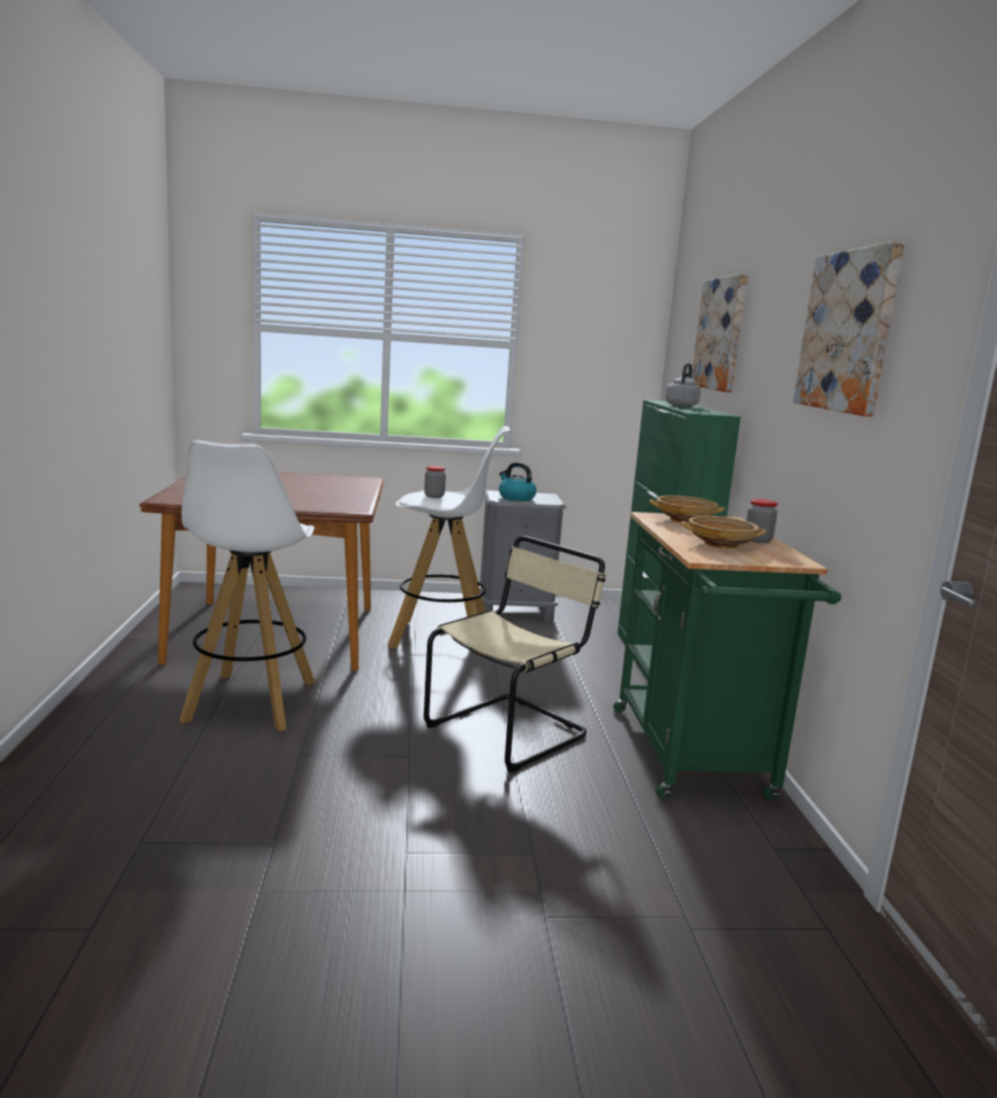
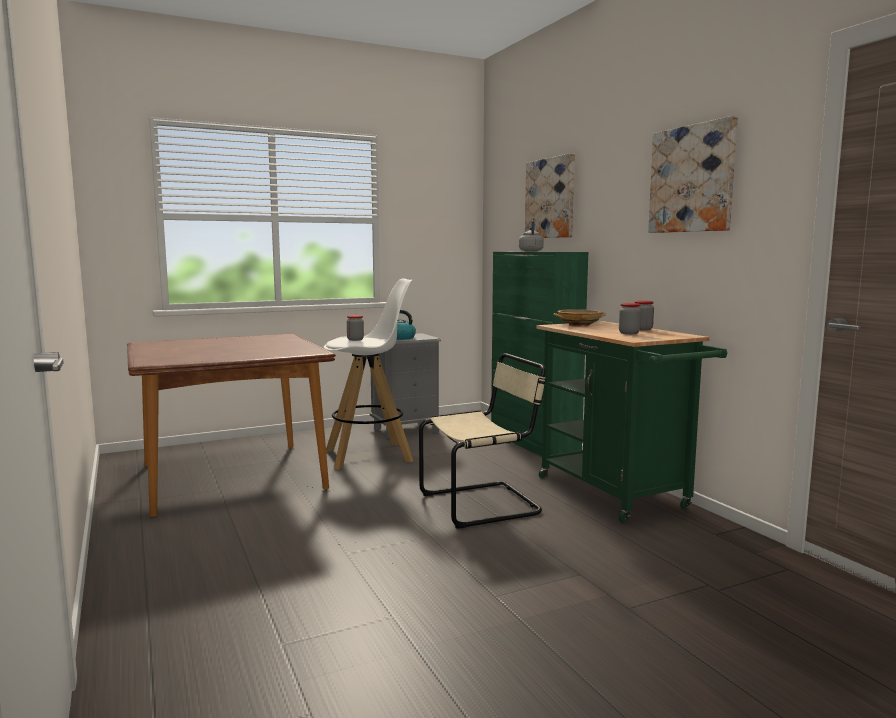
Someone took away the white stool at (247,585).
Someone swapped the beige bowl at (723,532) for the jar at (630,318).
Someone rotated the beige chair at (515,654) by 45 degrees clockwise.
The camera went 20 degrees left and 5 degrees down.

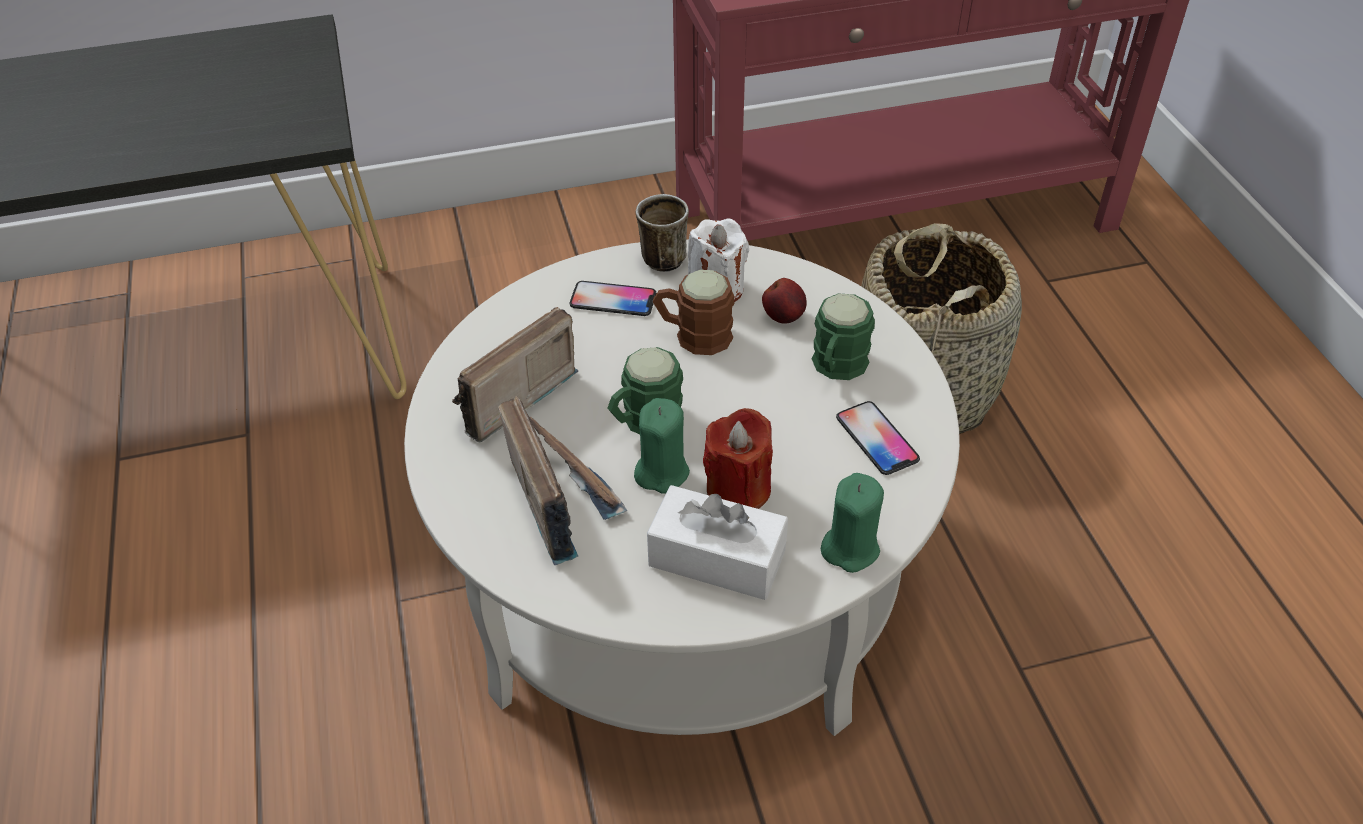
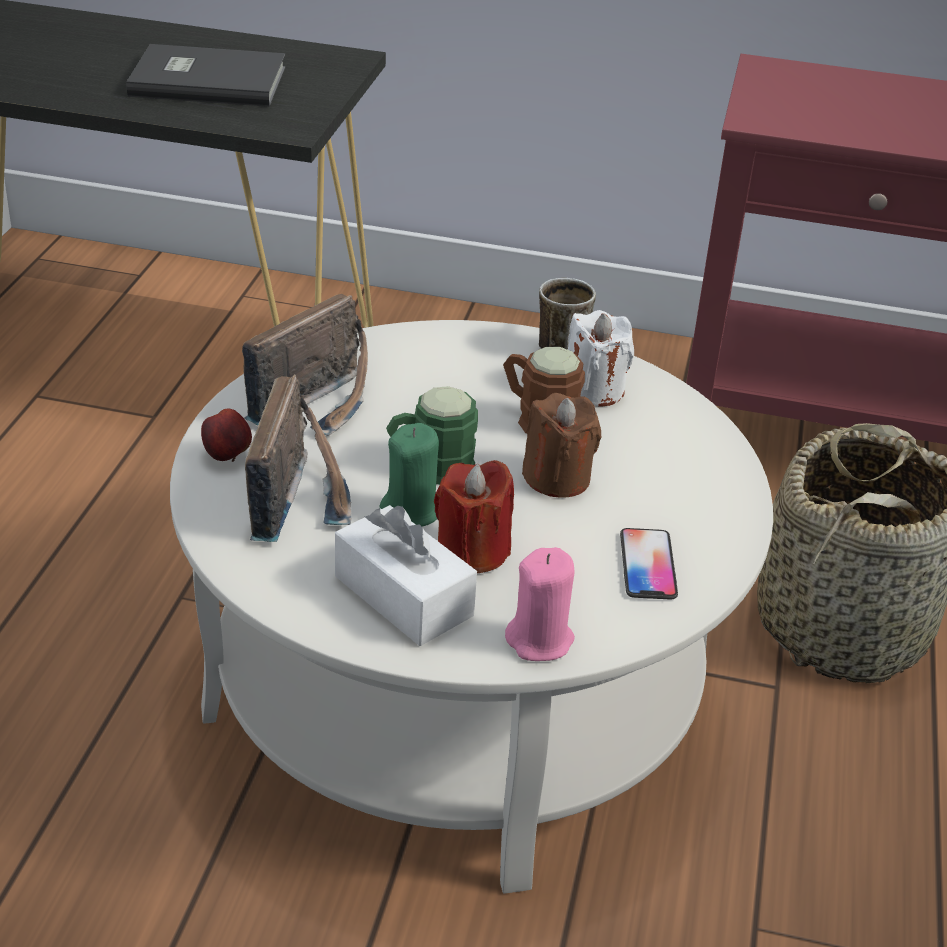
Someone took away the phone at (613,298).
Someone took away the green mug at (843,336).
Someone put down the grey book at (206,75).
Someone put down the brown candle at (561,445).
Someone carried the apple from (784,300) to (226,435).
Someone repainted the green candle at (852,523), which became the pink candle at (540,604).
Someone rotated the radio at (515,374) by 150 degrees clockwise.
The camera went 25 degrees right and 10 degrees down.

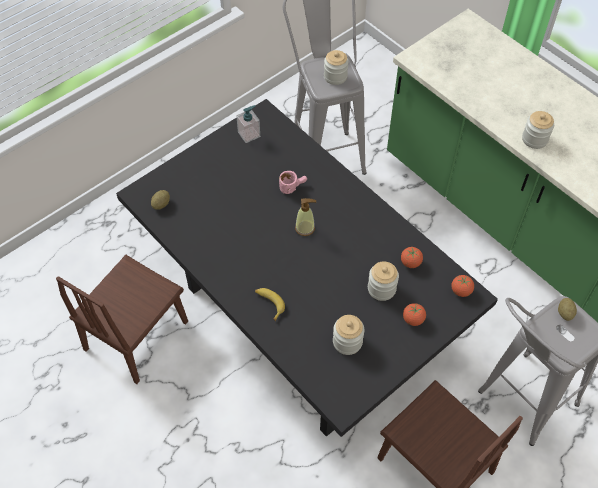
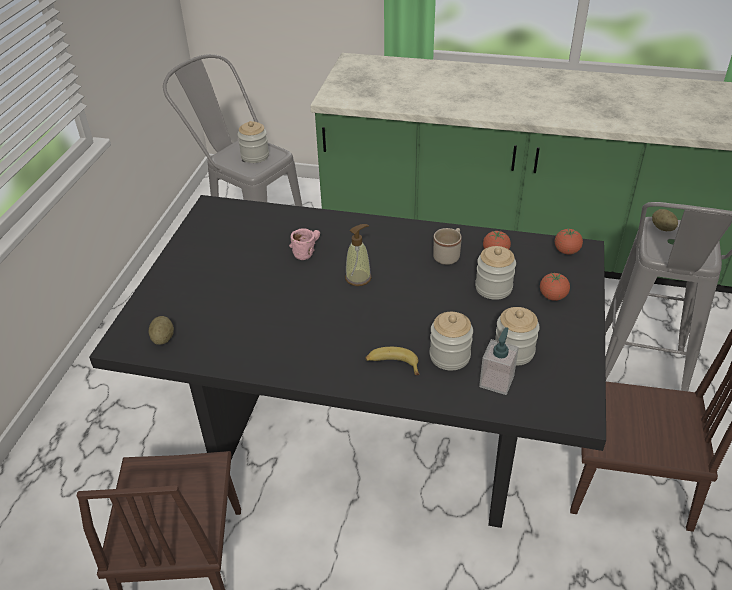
Someone put down the beige mug at (447,246).
Someone carried the soap dispenser from (248,124) to (499,361).
Someone carried the jar from (538,130) to (451,341).
The camera went 35 degrees left and 15 degrees down.

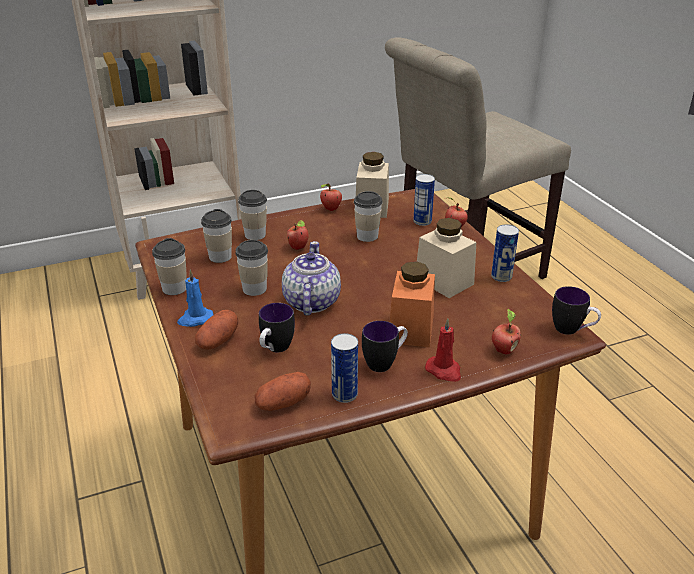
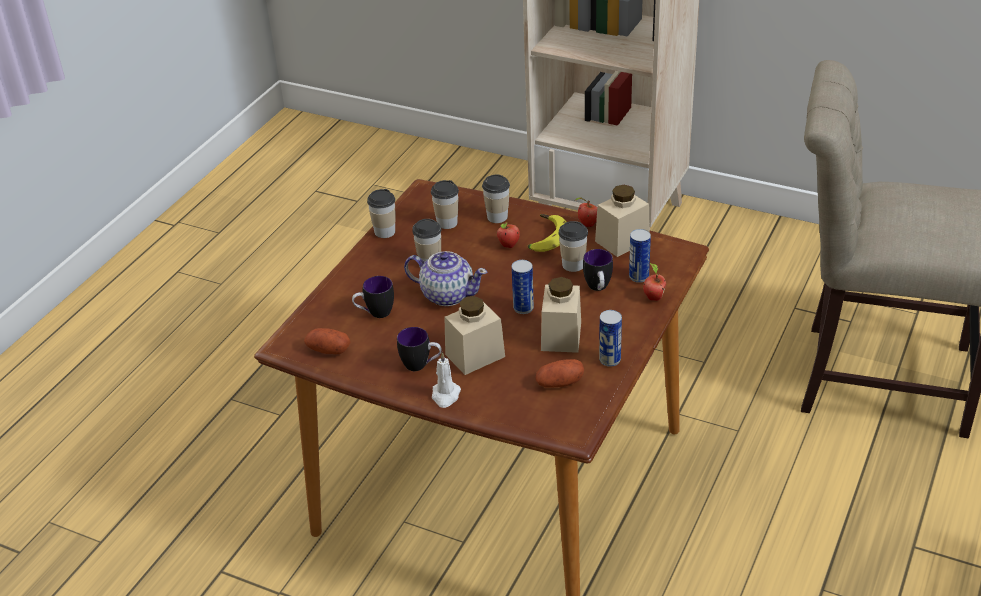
Someone took away the blue candle at (195,298).
Someone took away the apple at (506,332).
Someone put down the banana at (547,233).
Someone carried the potato from (216,330) to (559,373).
Someone carried the can from (344,368) to (523,287).
Someone carried the mug from (576,310) to (598,270).
Someone repainted the orange jar at (412,304), which became the beige jar at (474,335).
Someone repainted the red candle at (443,350), which became the white candle at (446,380).
Someone rotated the teapot at (311,278) by 60 degrees clockwise.
The camera went 50 degrees right and 5 degrees up.

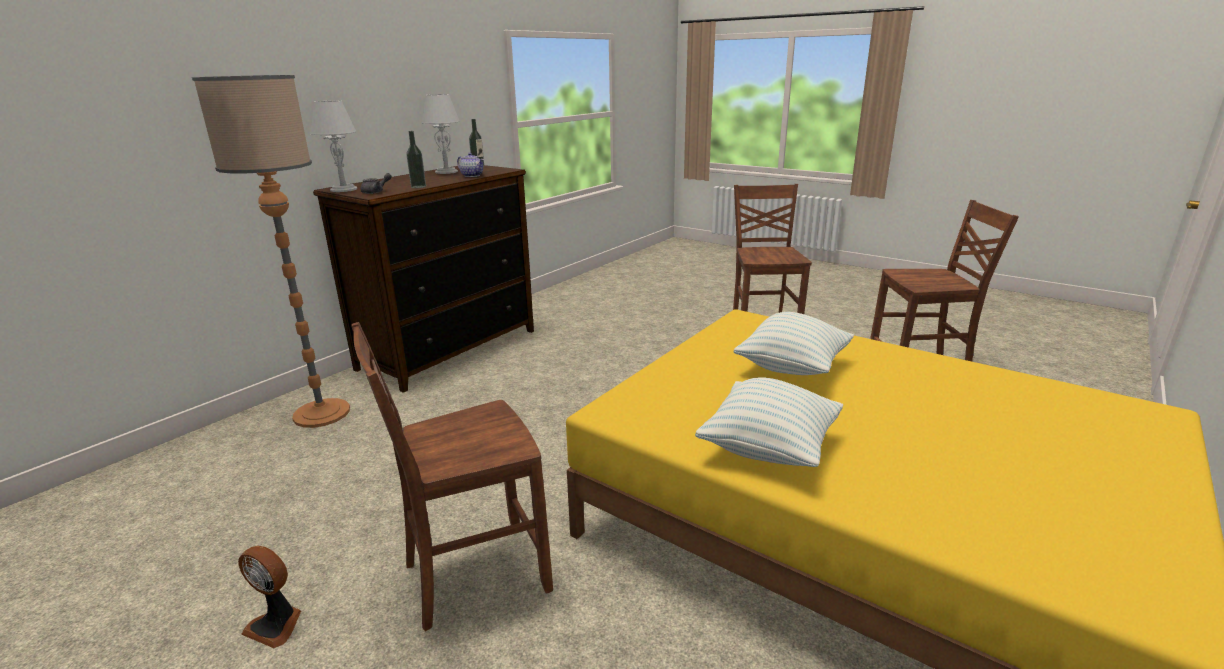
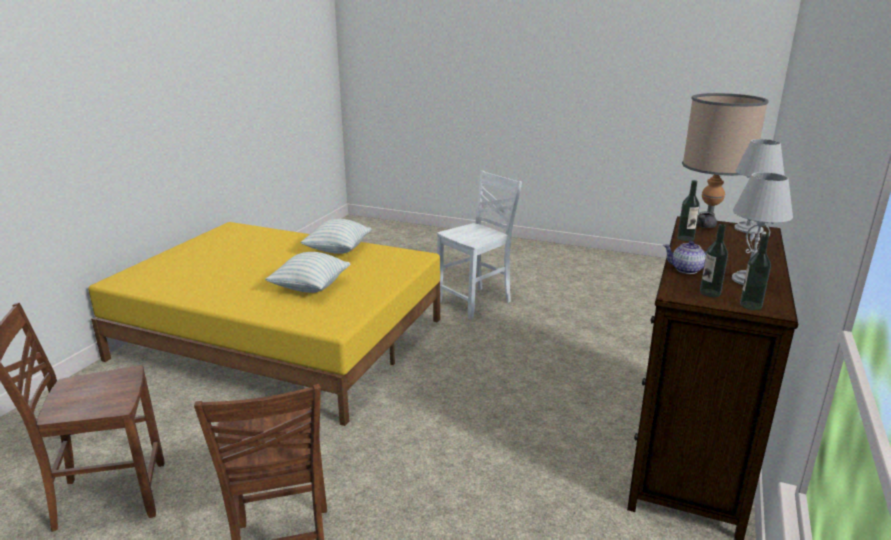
Someone took away the fan at (269,597).
Someone put down the bottle at (714,260).
Someone repainted the brown chair at (452,476), which became the white chair at (479,245).
The camera went 165 degrees right and 0 degrees up.

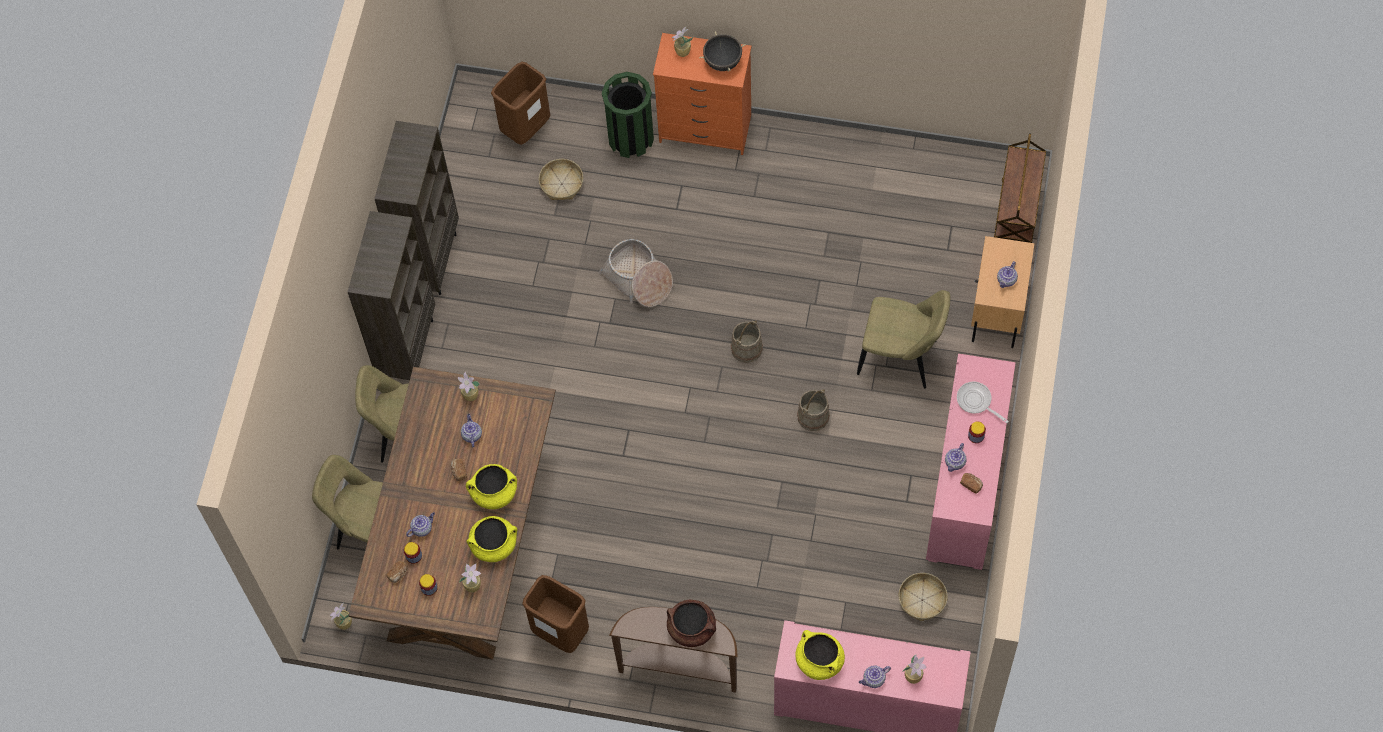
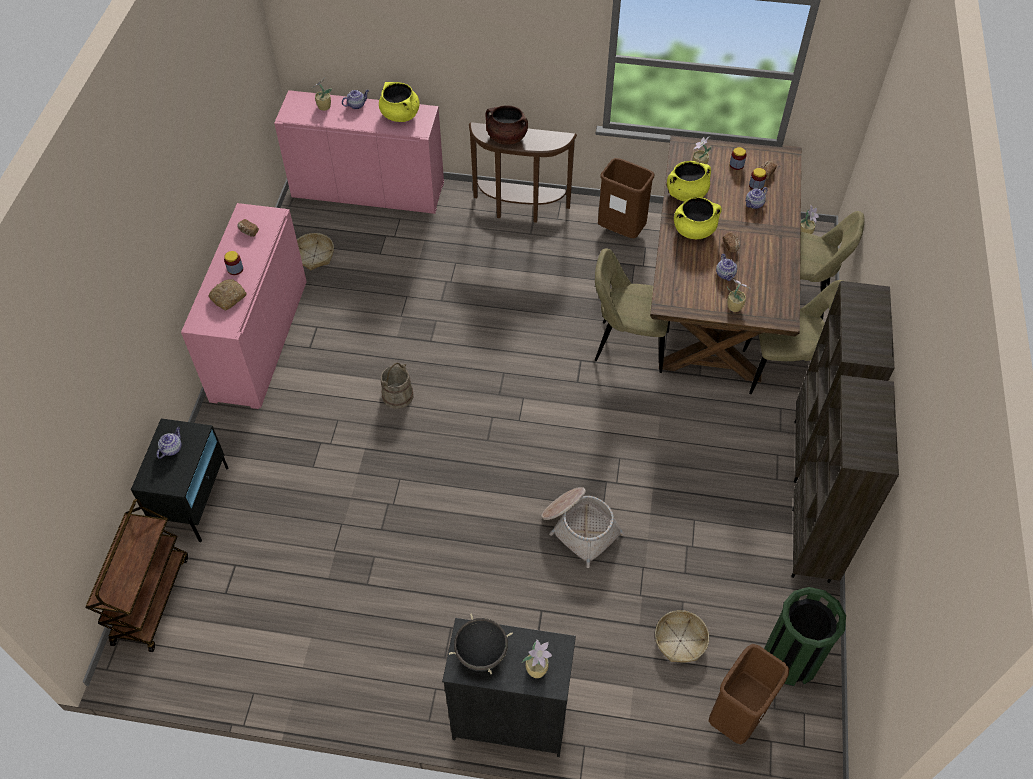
Someone took away the beige bucket at (747,341).
Someone took away the teapot at (956,457).
Someone carried the green trash can from (628,115) to (805,636).
Someone carried the beige chair from (903,339) to (632,310).
Someone swapped the frying pan at (983,402) for the bread at (227,295).
Someone repainted the orange dresser at (702,94), which became the black dresser at (509,687).
Someone repainted the beige nightstand at (1002,292), which became the black nightstand at (179,480).
The camera went 175 degrees right and 10 degrees down.

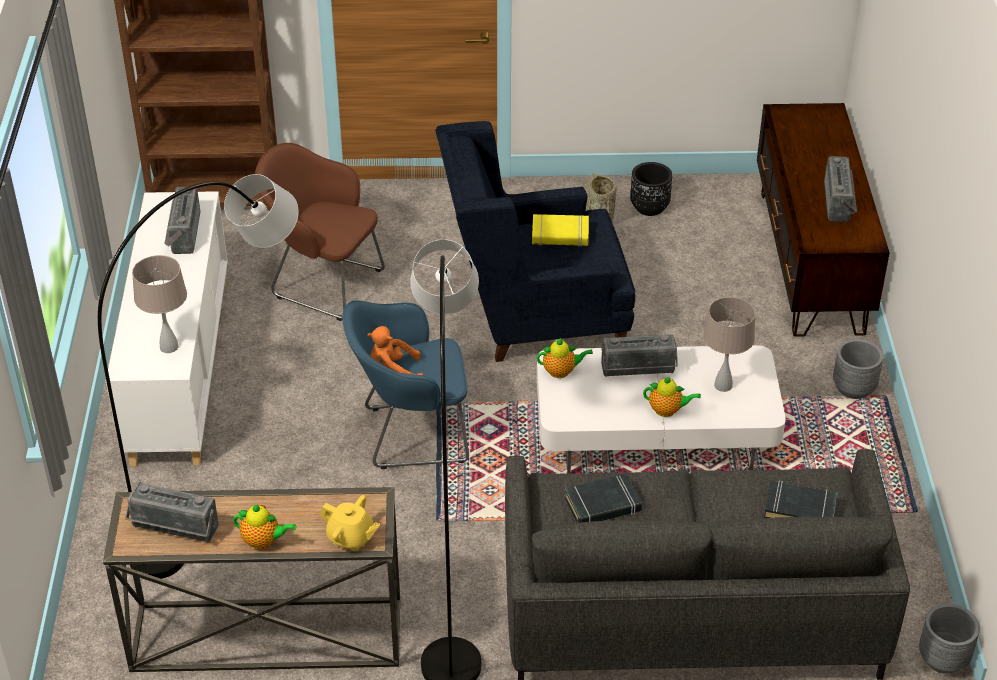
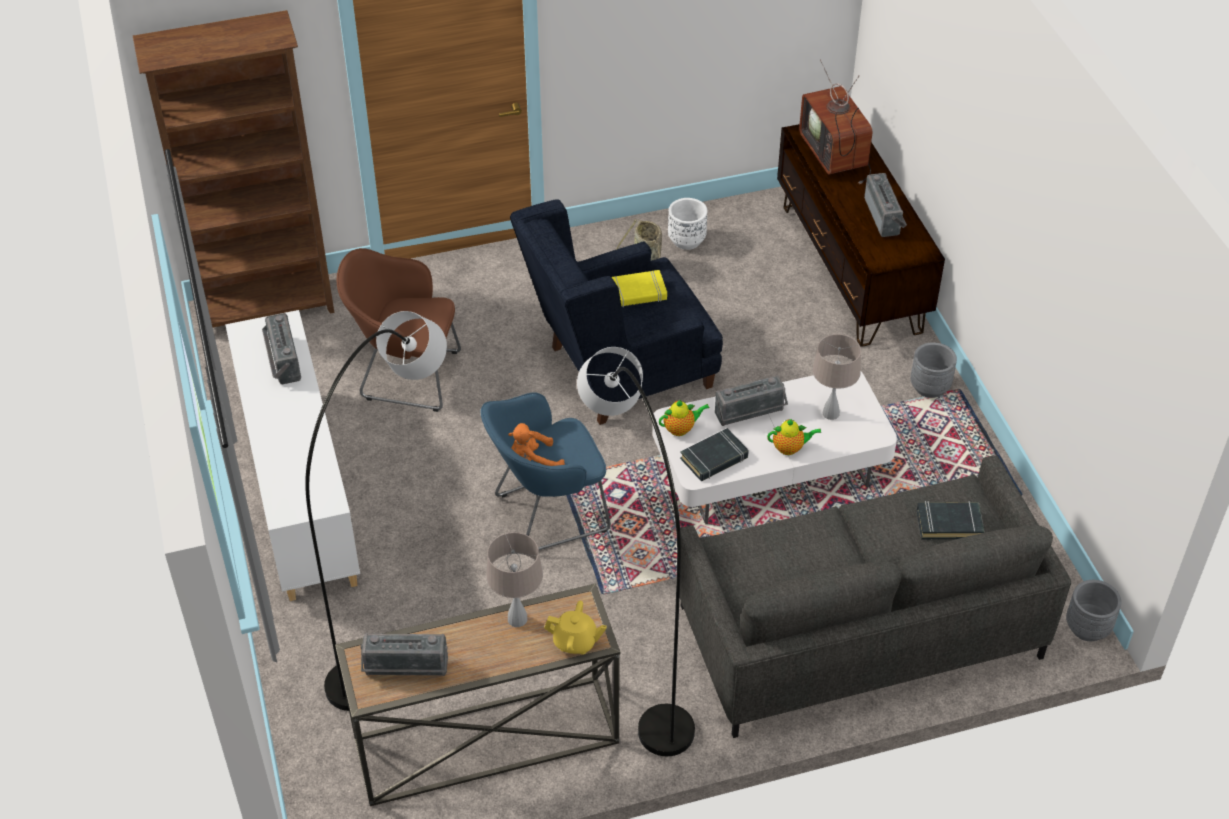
Someone took away the teapot at (265,526).
Someone put down the television at (836,121).
Someone carried the beige table lamp from (159,304) to (514,579).
Someone carried the black book from (603,498) to (714,454).
Someone repainted the black planter at (651,189), which became the white planter at (687,224).
The camera went 15 degrees left and 5 degrees up.

